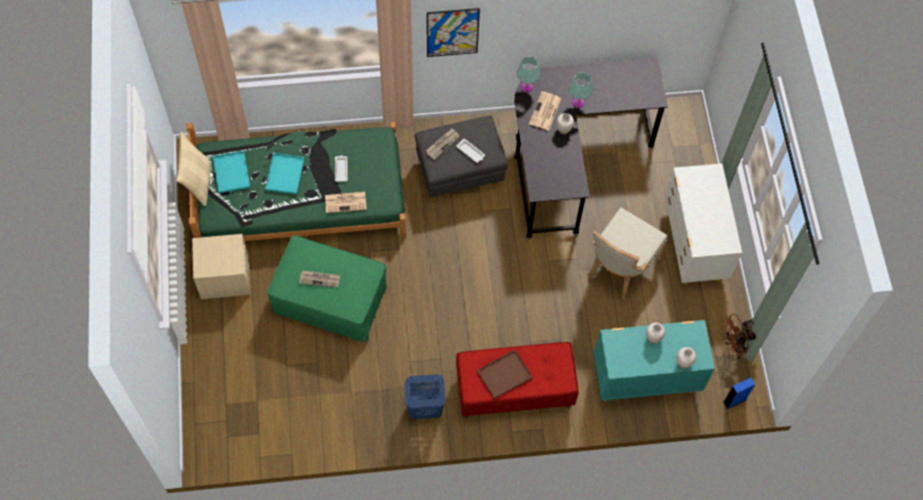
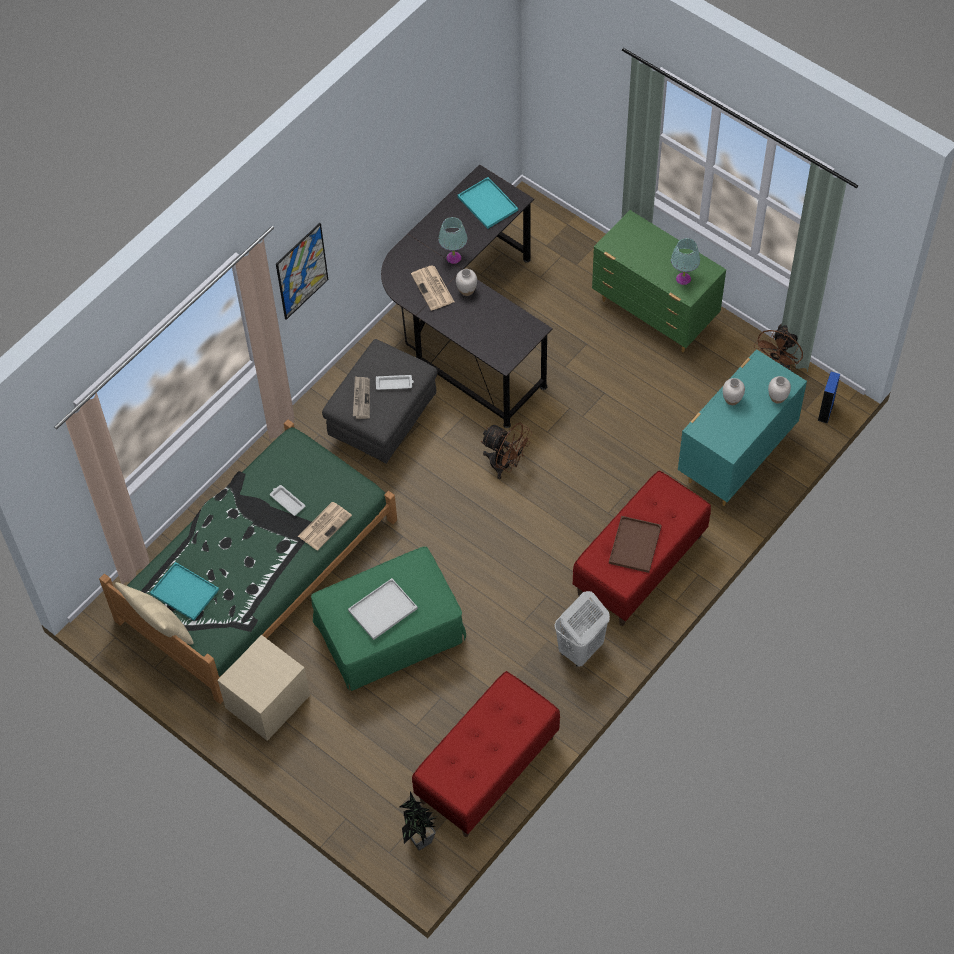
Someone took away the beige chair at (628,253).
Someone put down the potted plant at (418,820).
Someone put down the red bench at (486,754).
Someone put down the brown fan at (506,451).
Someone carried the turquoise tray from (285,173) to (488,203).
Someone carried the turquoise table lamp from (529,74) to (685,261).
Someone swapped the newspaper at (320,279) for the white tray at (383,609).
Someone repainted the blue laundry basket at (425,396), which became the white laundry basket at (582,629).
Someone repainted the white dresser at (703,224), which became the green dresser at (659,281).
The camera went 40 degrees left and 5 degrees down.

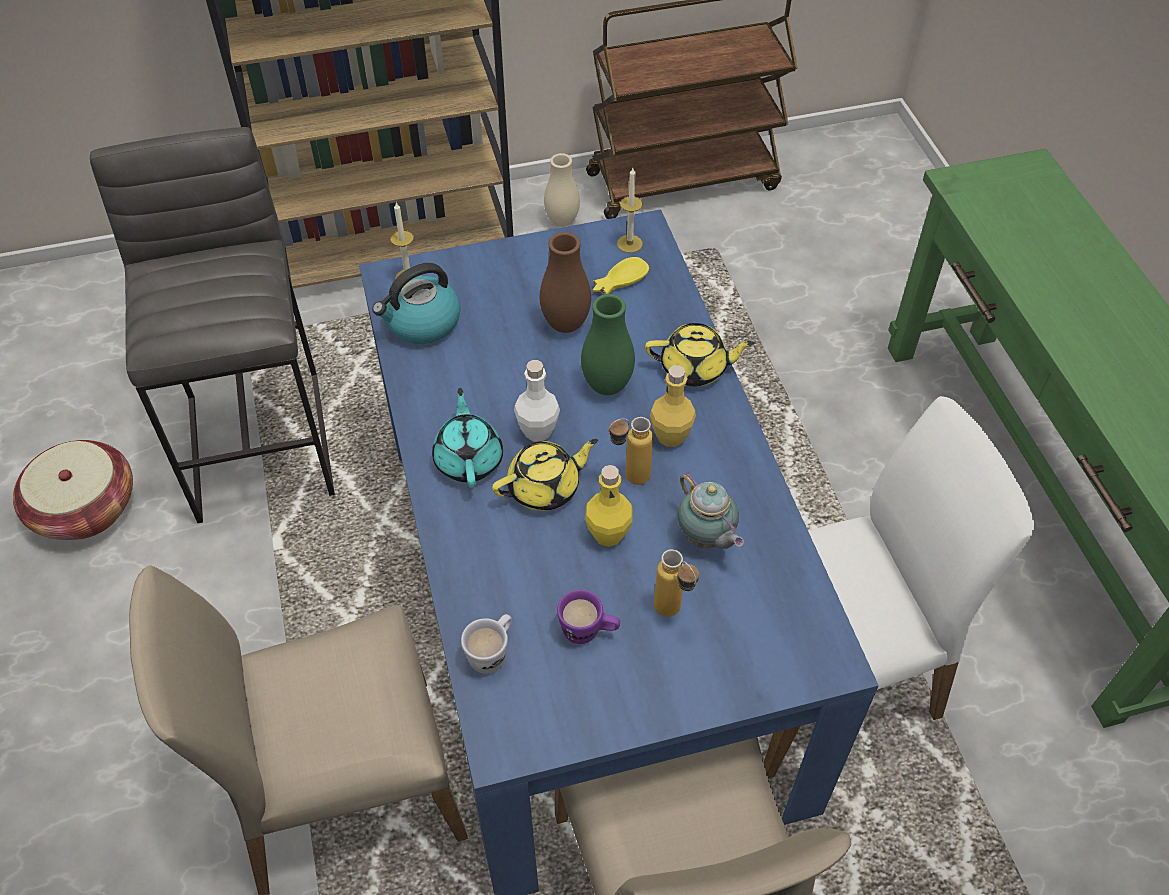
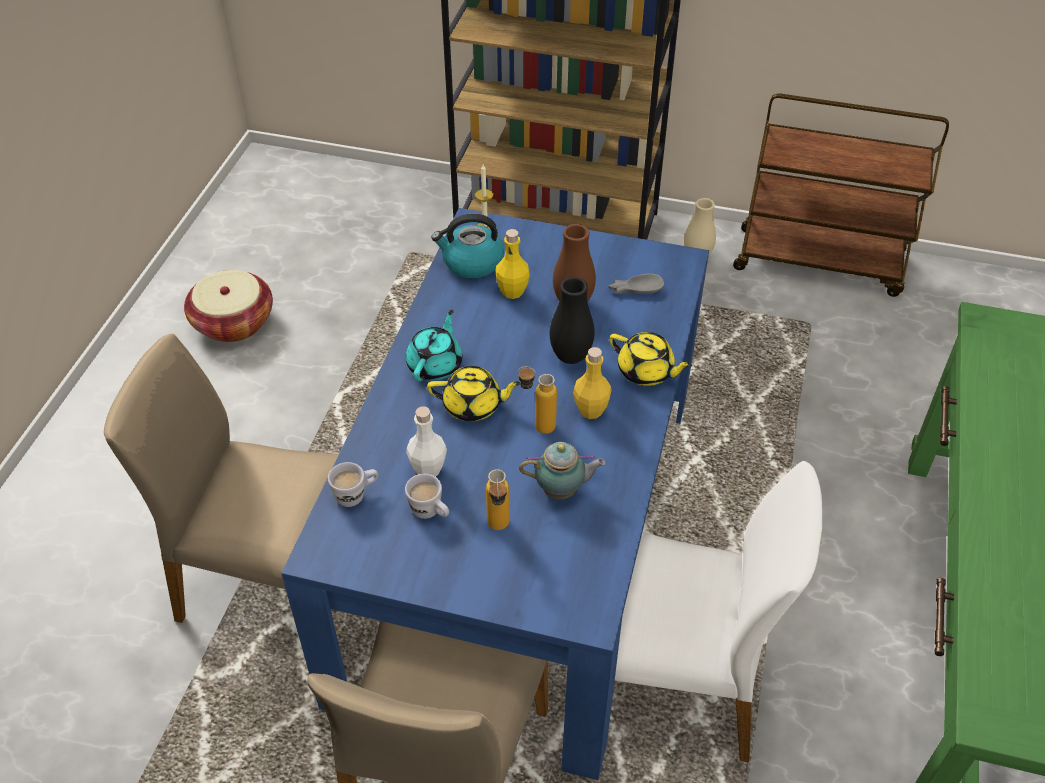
Someone took away the grey stool at (212,325).
Someone took away the candle at (630,210).
Someone carried the white bottle from (537,401) to (426,441).
Someone carried the yellow bottle from (609,506) to (512,264).
Someone repainted the purple mug at (588,617), which became the white mug at (427,496).
Someone repainted the green vase at (608,344), which became the black vase at (572,320).
Someone repainted the yellow bowl at (621,275), which became the grey bowl at (636,283).
Someone rotated the teapot at (711,510) by 90 degrees counterclockwise.
The camera went 30 degrees right and 5 degrees down.

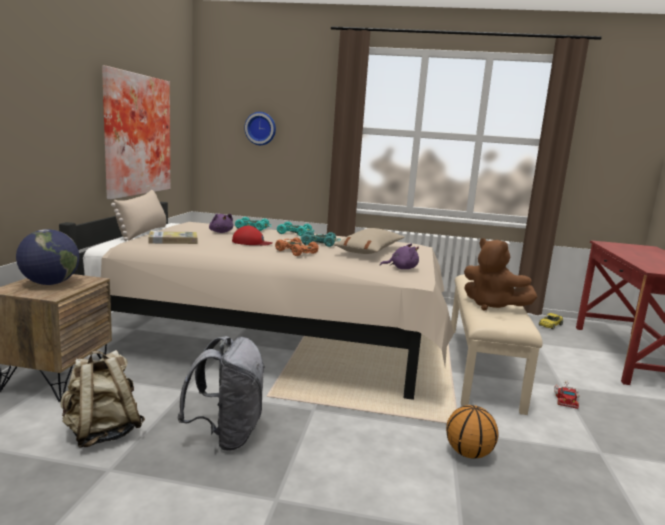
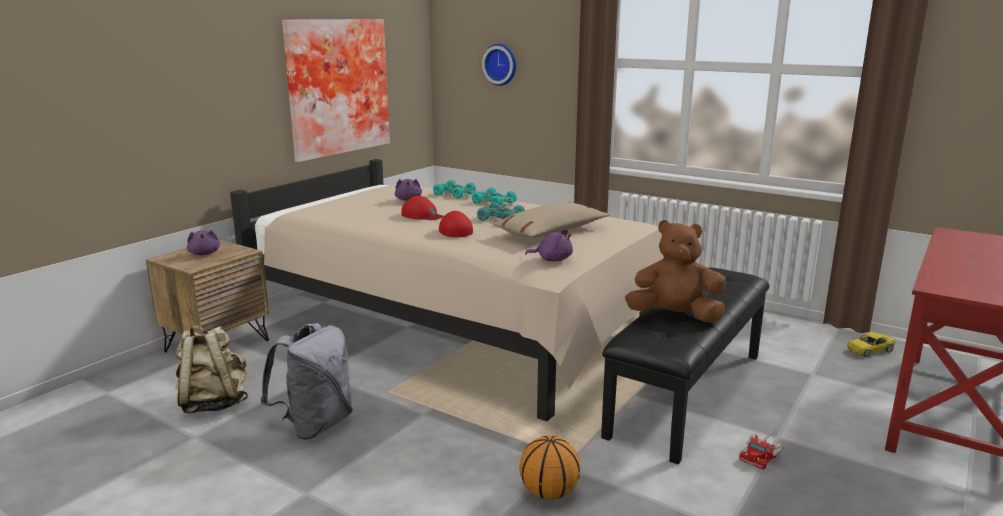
Someone took away the beige pillow at (138,215).
Someone took away the book at (173,237).
Someone swapped the globe at (47,257) for the purple plush toy at (203,242).
Someone swapped the orange toy car at (296,246) for the red cap at (456,224).
Someone repainted the beige bench at (497,344), which became the black bench at (685,366).
Someone rotated the brown plush toy at (500,274) by 120 degrees clockwise.
The camera went 25 degrees right and 5 degrees up.

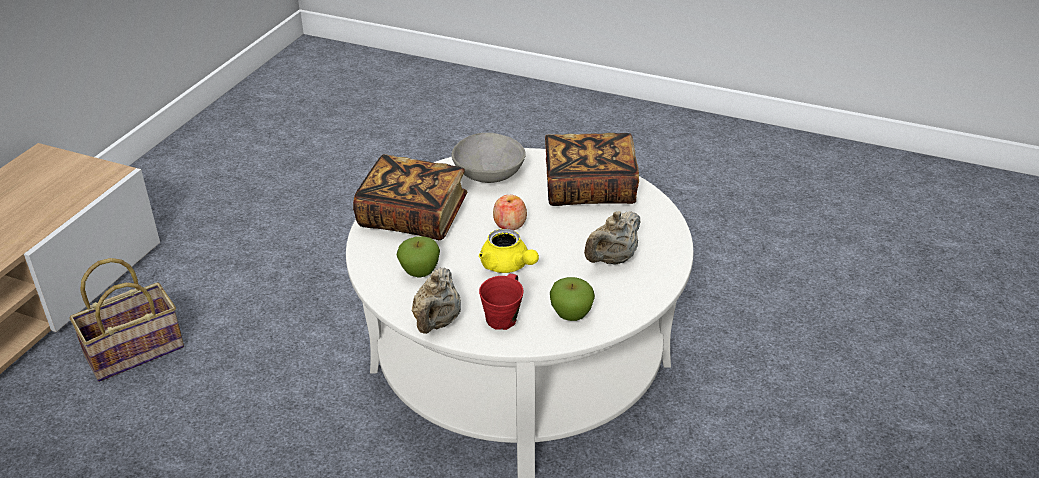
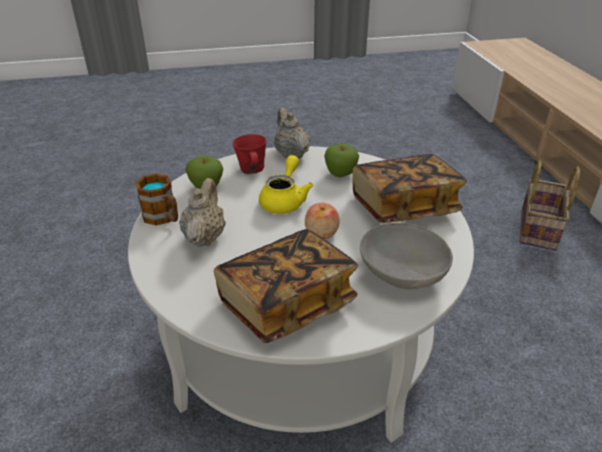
Someone put down the mug at (156,199).
Someone rotated the yellow teapot at (509,251) by 90 degrees clockwise.
The camera went 145 degrees right and 0 degrees up.

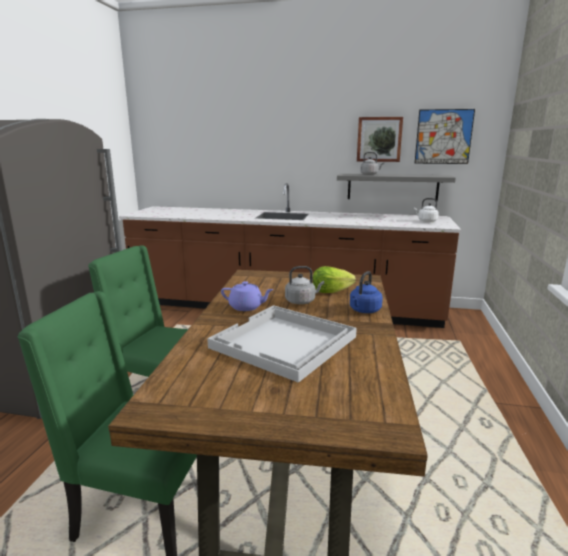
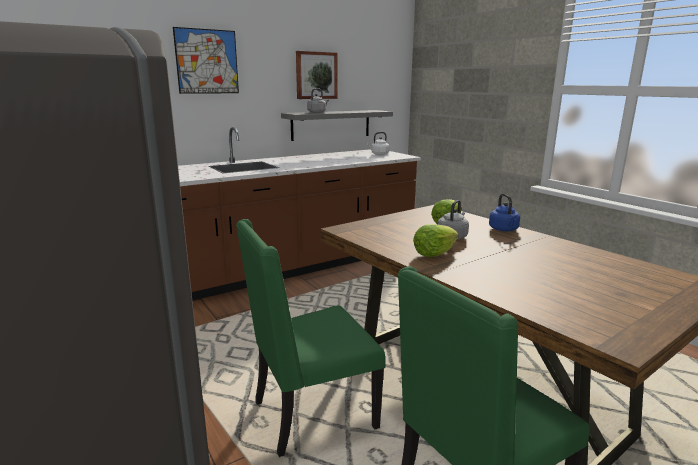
Someone took away the white tray at (282,344).
Someone carried the picture from (444,136) to (206,60).
Someone swapped the purple teapot at (247,296) for the lettuce at (435,240).
The camera went 45 degrees left and 0 degrees up.

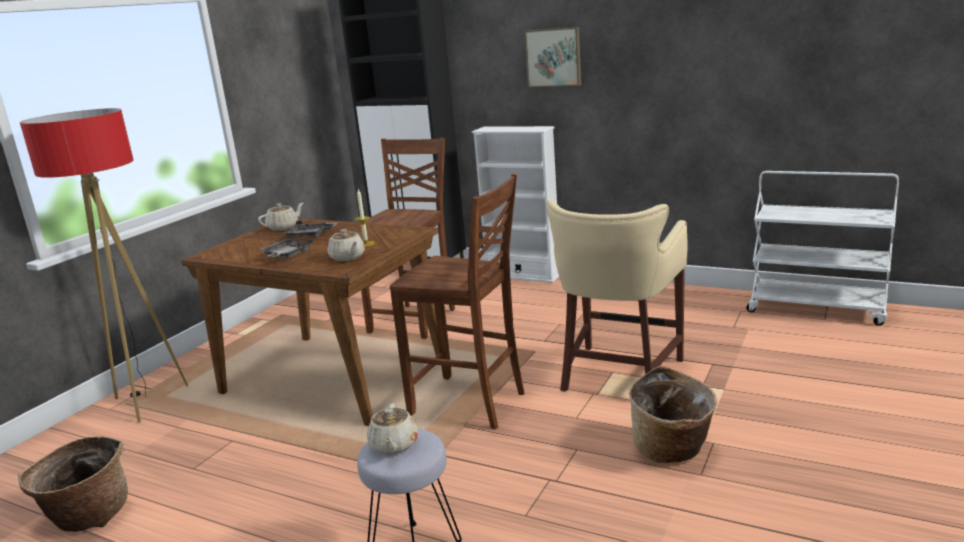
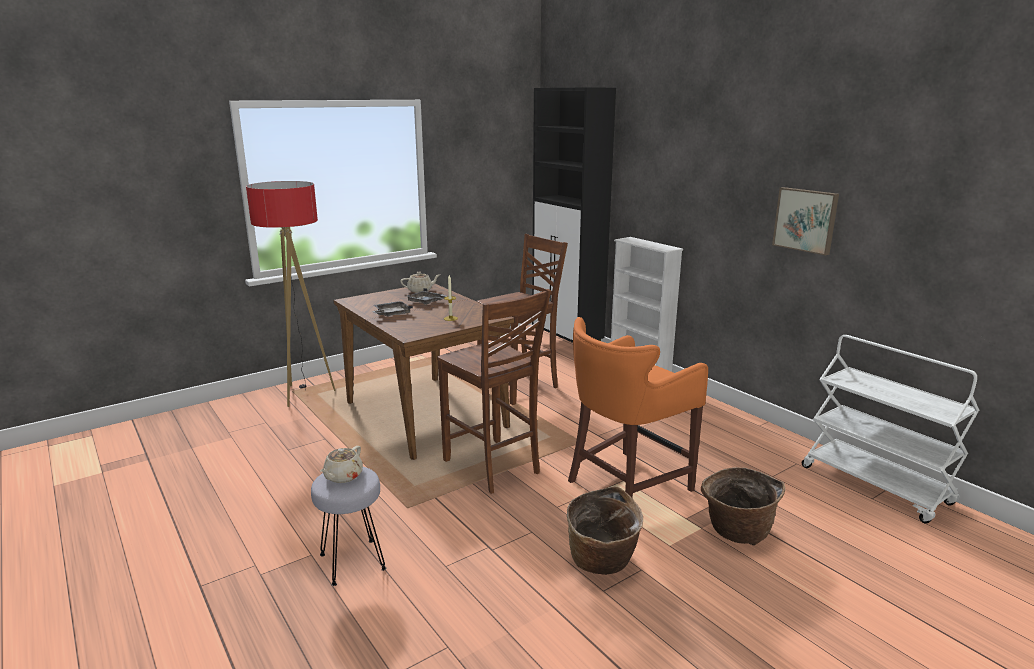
Someone took away the beige teapot at (346,245).
Someone carried the basket from (73,484) to (743,506).
Someone carried the picture from (552,57) to (805,221).
Someone repainted the beige stool at (617,296), which became the orange stool at (638,407).
The camera went 25 degrees right and 0 degrees up.

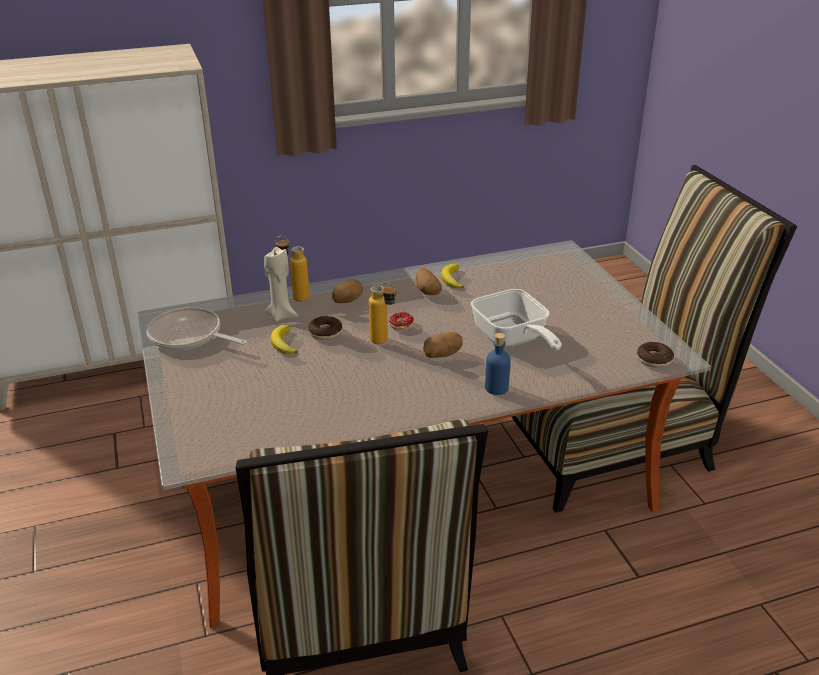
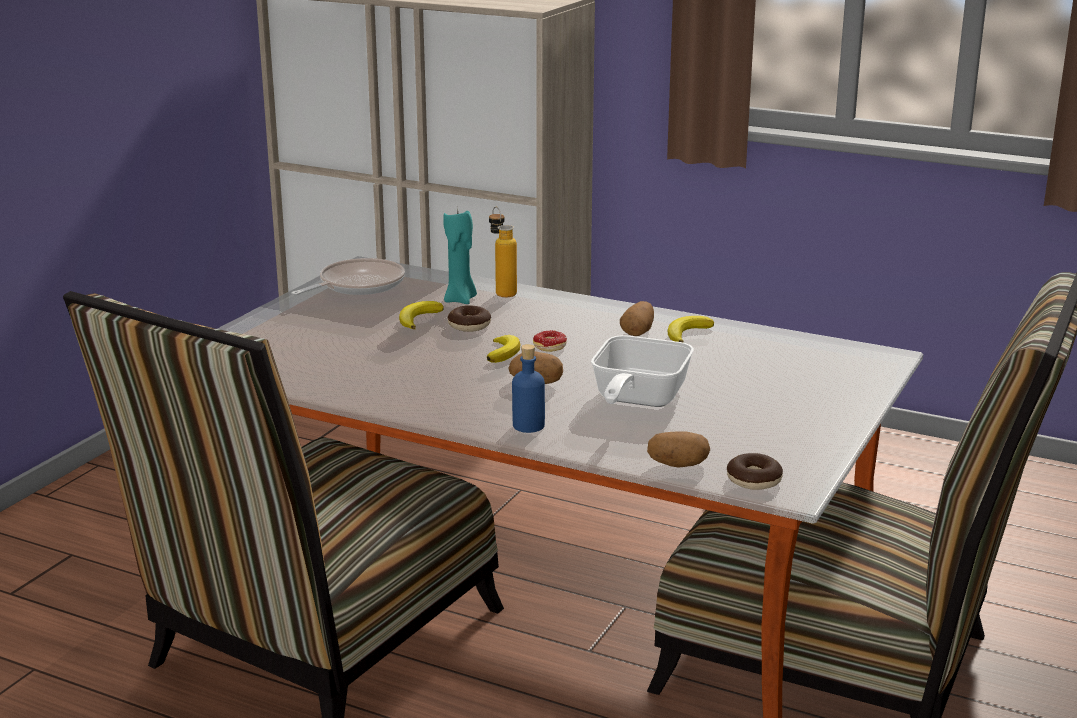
Someone carried the potato from (347,291) to (678,449).
Someone swapped the bottle at (382,313) for the banana at (503,349).
Someone repainted the beige candle at (281,284), which became the turquoise candle at (460,256).
Someone rotated the frying pan at (196,328) by 60 degrees clockwise.
The camera went 45 degrees right and 10 degrees down.

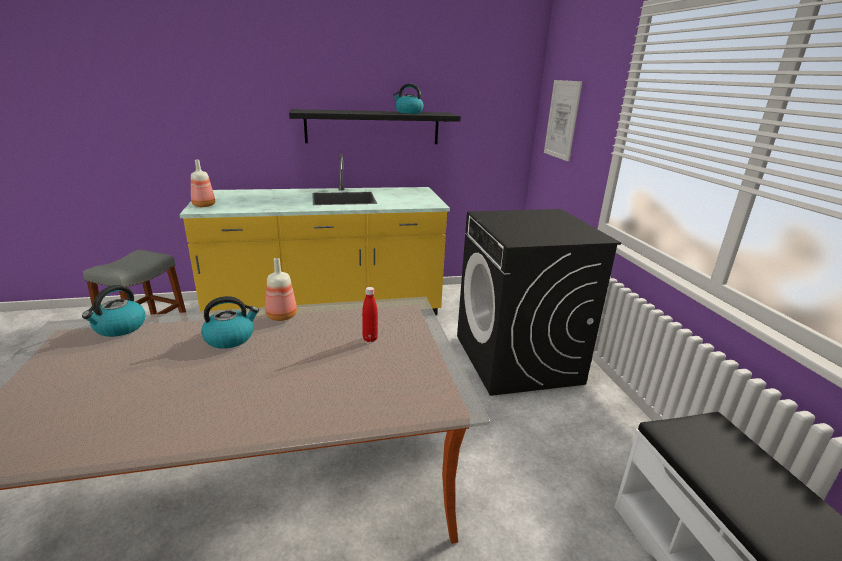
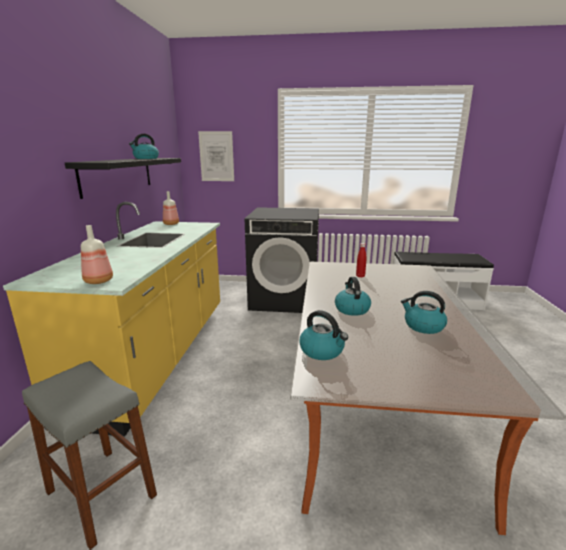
Someone put down the kettle at (424,312).
Someone carried the bottle from (281,289) to (171,208).
The camera went 70 degrees left and 5 degrees down.

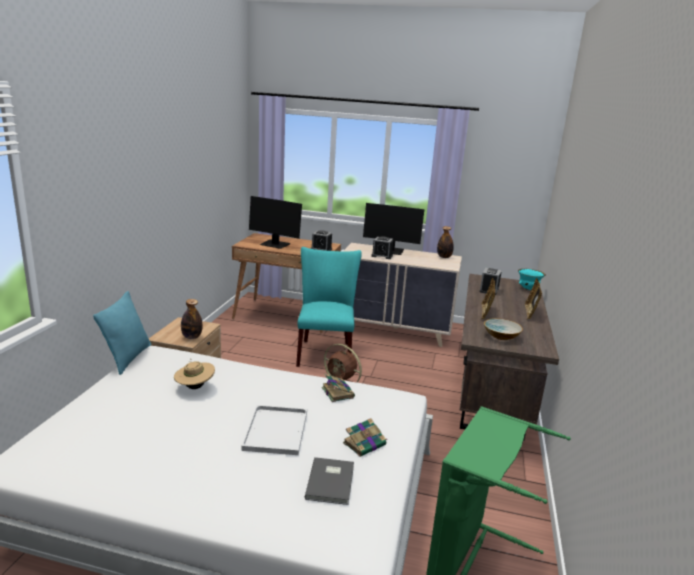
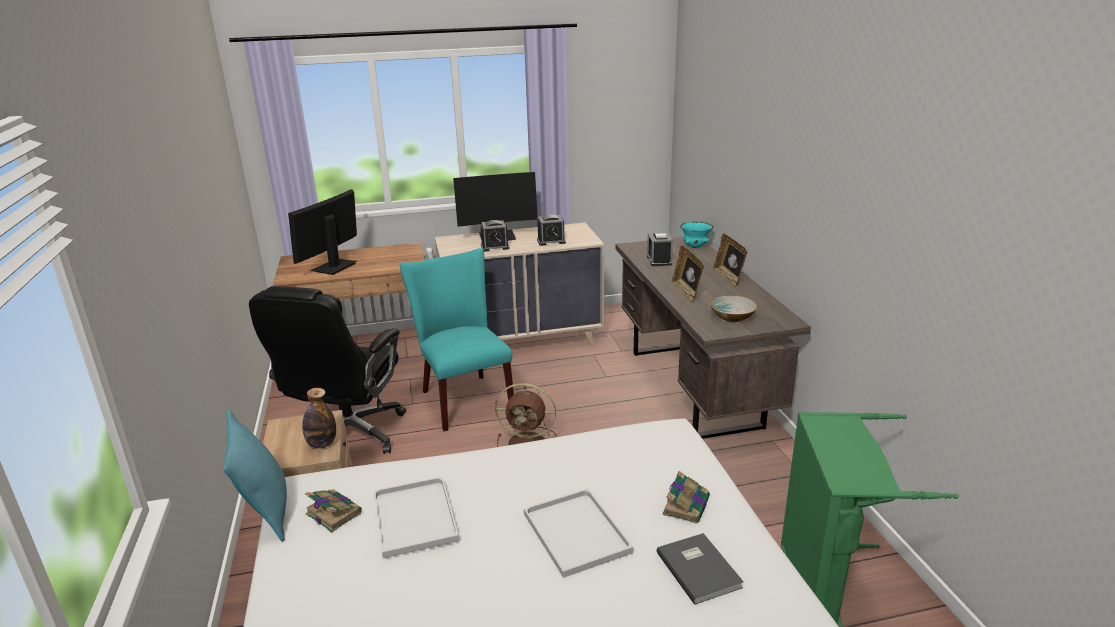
Someone took away the bottle at (445,242).
Someone put down the black office chair at (327,370).
Someone carried the alarm clock from (321,240) to (551,230).
Someone carried the book from (338,388) to (333,511).
Someone swapped the beige hat at (194,374) for the white tray at (416,517).
Someone rotated the monitor at (275,222) by 120 degrees clockwise.
The camera went 25 degrees left and 5 degrees up.

